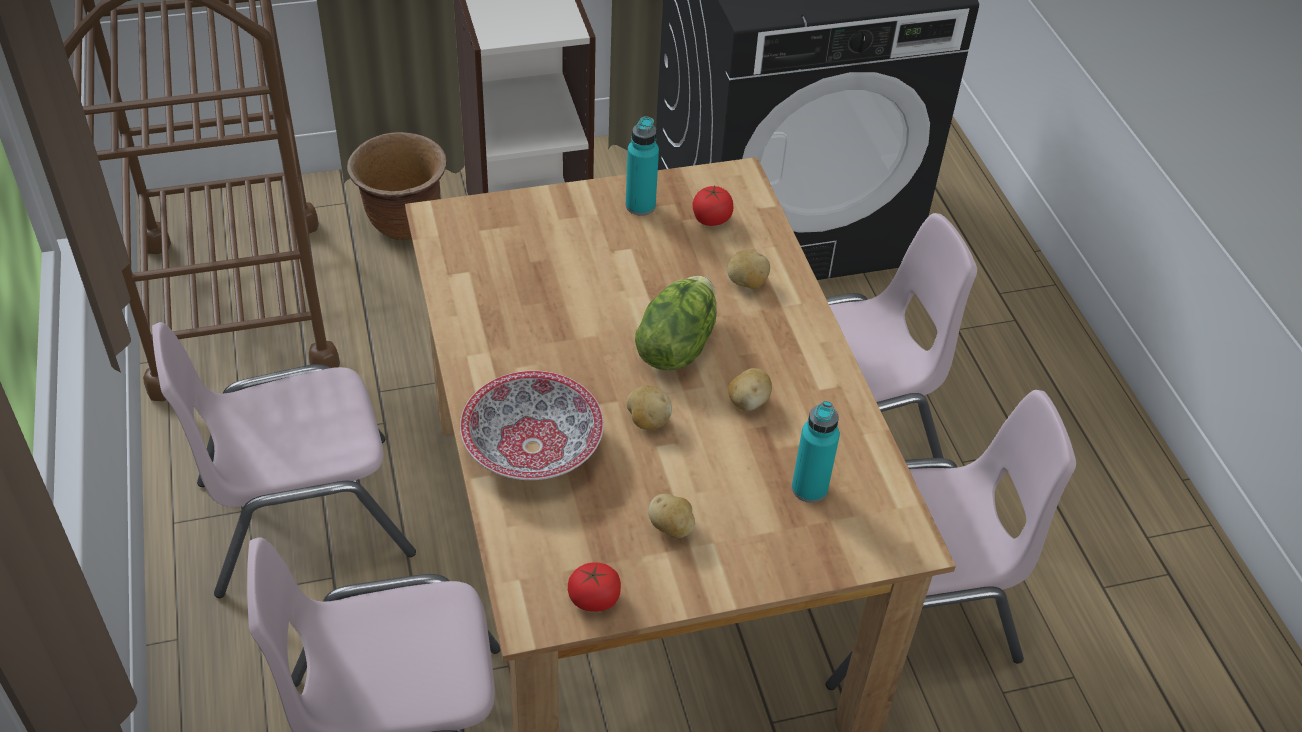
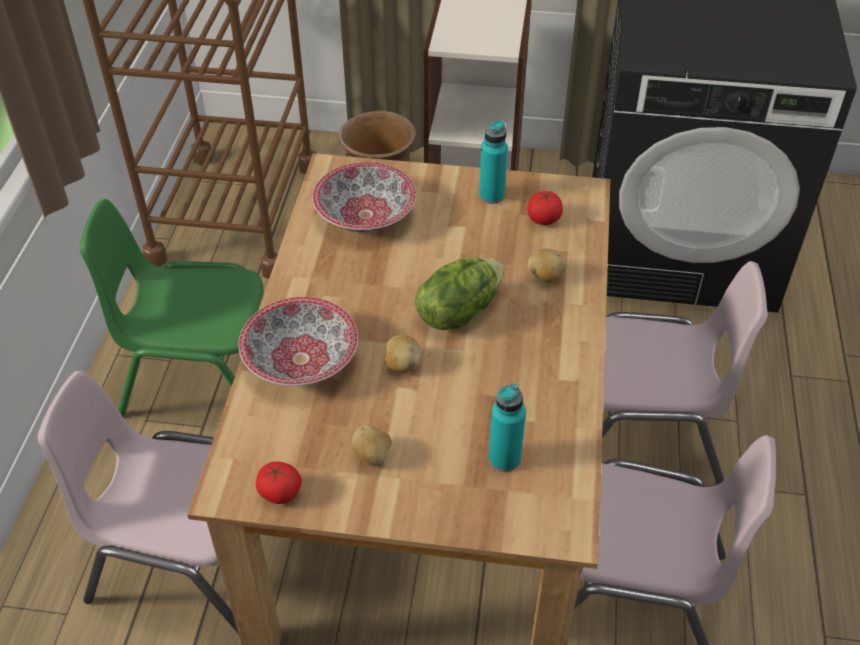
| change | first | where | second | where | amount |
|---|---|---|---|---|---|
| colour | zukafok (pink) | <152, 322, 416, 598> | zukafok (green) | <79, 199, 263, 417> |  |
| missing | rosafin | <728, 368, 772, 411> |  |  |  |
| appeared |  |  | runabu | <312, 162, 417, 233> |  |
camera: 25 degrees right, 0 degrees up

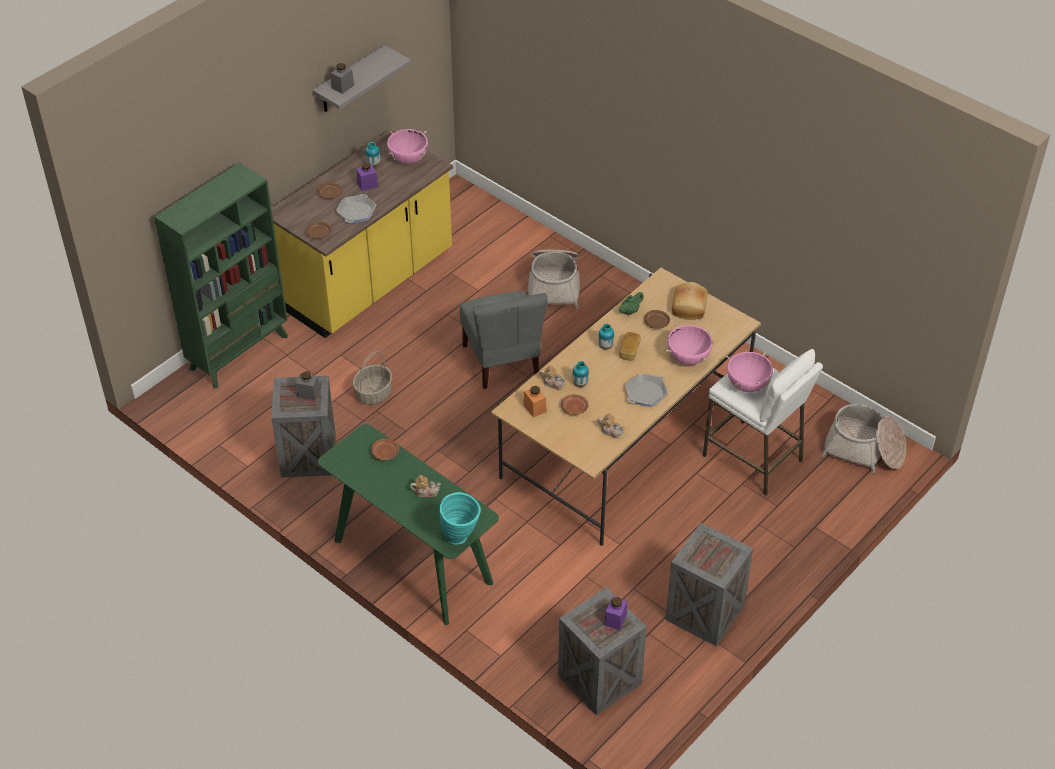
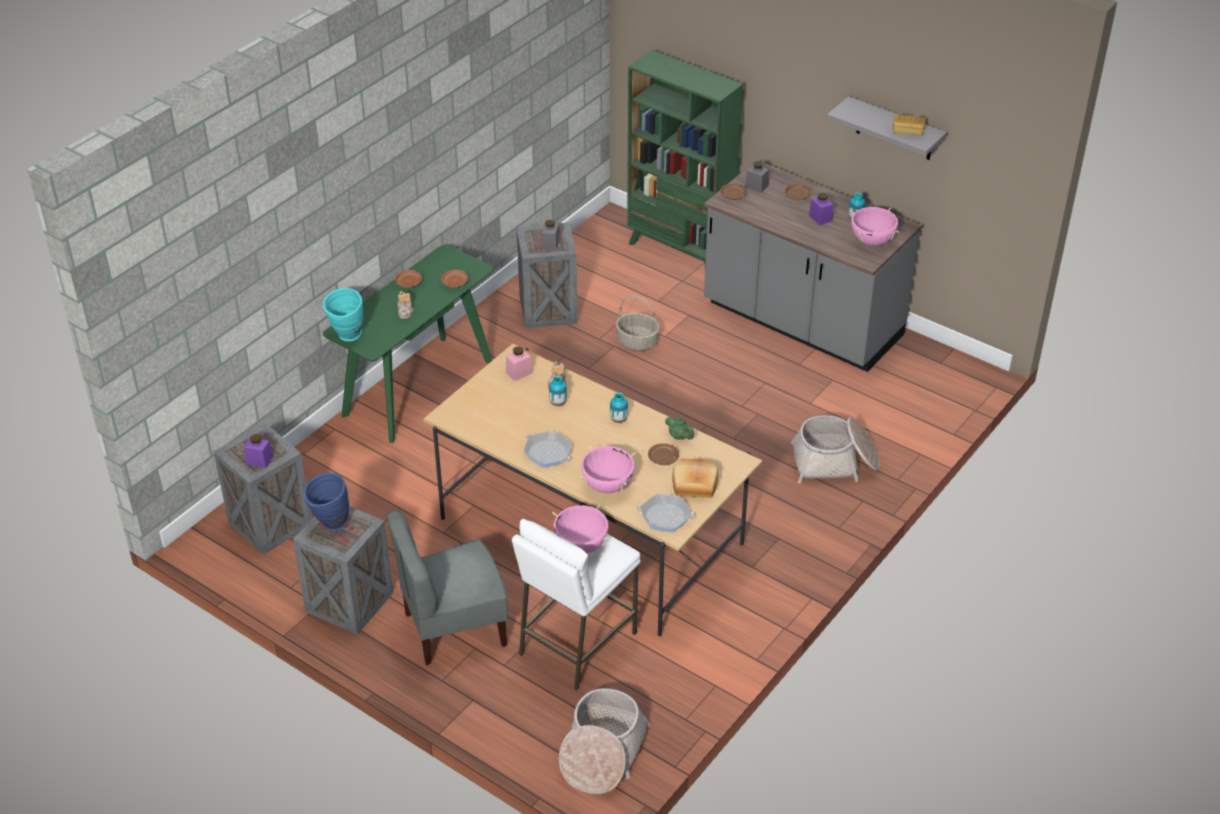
| change | first | where | second | where | amount |
|---|---|---|---|---|---|
| relocated | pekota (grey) | <331, 63, 354, 94> |  | <745, 161, 769, 193> |  |
| colour | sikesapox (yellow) | <271, 129, 453, 338> | sikesapox (grey) | <704, 160, 922, 372> |  |
| relocated | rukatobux | <336, 194, 376, 223> |  | <637, 494, 694, 532> |  |
| relocated | zukafok (grey) | <460, 291, 548, 389> |  | <387, 510, 508, 665> |  |
| relocated | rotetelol | <619, 332, 641, 361> |  | <893, 114, 926, 136> |  |
| colour | pekota (orange) | <523, 386, 547, 418> | pekota (pink) | <506, 346, 533, 381> |  |
| relocated | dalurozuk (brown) | <561, 394, 589, 415> |  | <395, 270, 422, 288> |  |
| missing | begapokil | <597, 413, 625, 438> |  |  |  |
| appeared |  |  | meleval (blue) | <303, 473, 349, 531> |  |
camera: 85 degrees right, 5 degrees down

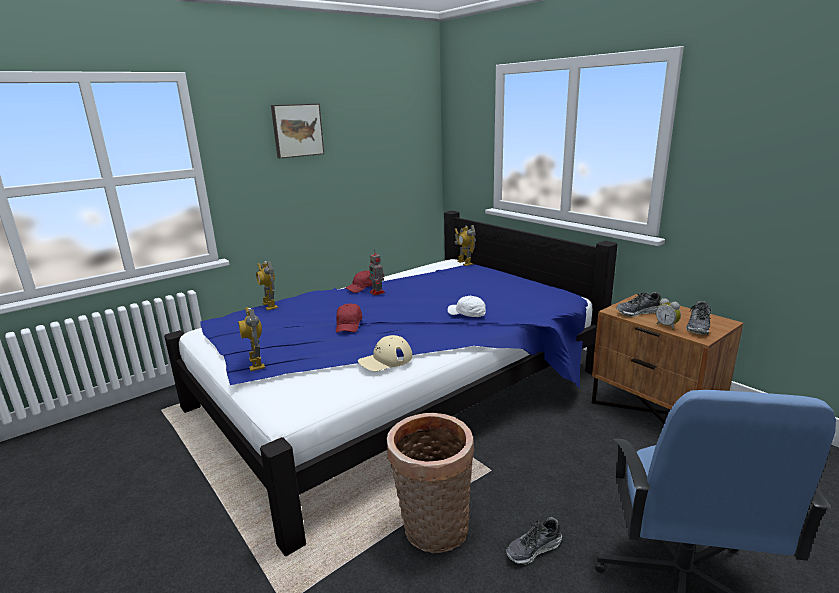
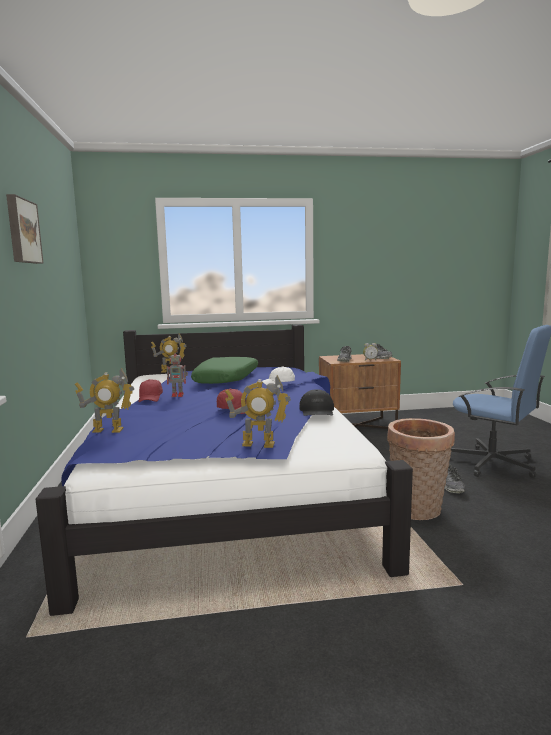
| change | first | where | second | where | amount |
|---|---|---|---|---|---|
| colour | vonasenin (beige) | <358, 335, 412, 371> | vonasenin (black) | <299, 389, 334, 416> |  |
| appeared |  |  | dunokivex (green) | <191, 357, 258, 384> |  |
camera: 60 degrees left, 10 degrees down

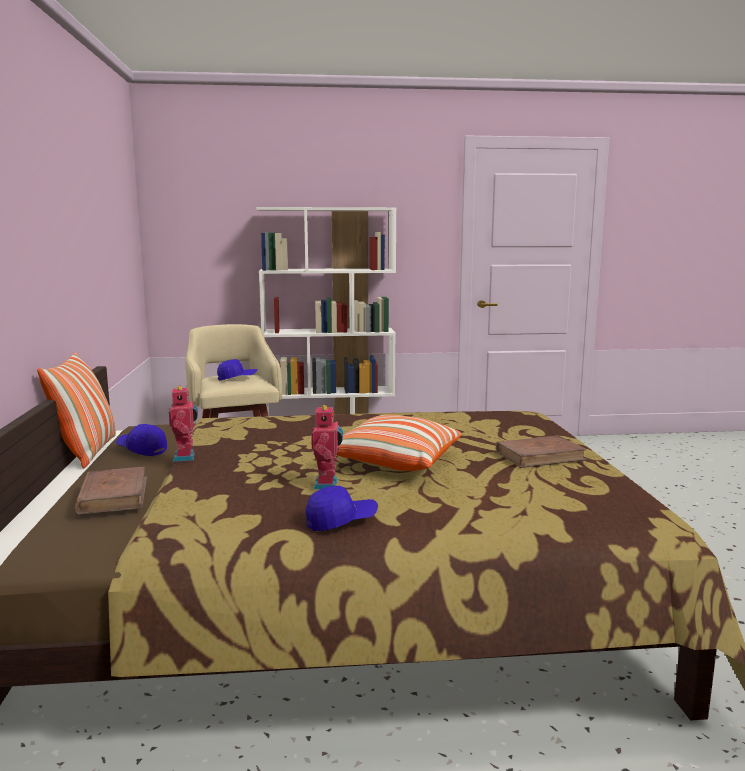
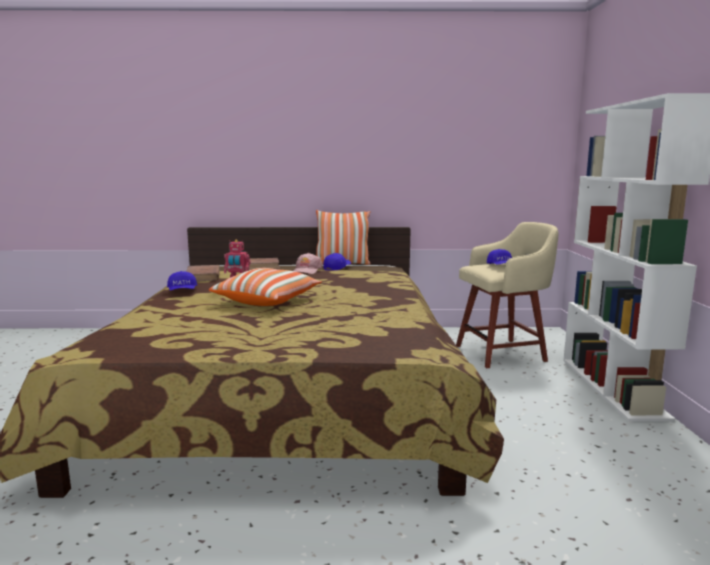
| change | first | where | second | where | amount |
|---|---|---|---|---|---|
| exchanged | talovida | <169, 385, 198, 462> | vonasenin (pink) | <294, 253, 323, 274> |  |
| relocated | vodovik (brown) | <496, 435, 587, 468> |  | <186, 265, 220, 281> |  |
camera: 95 degrees right, 0 degrees up

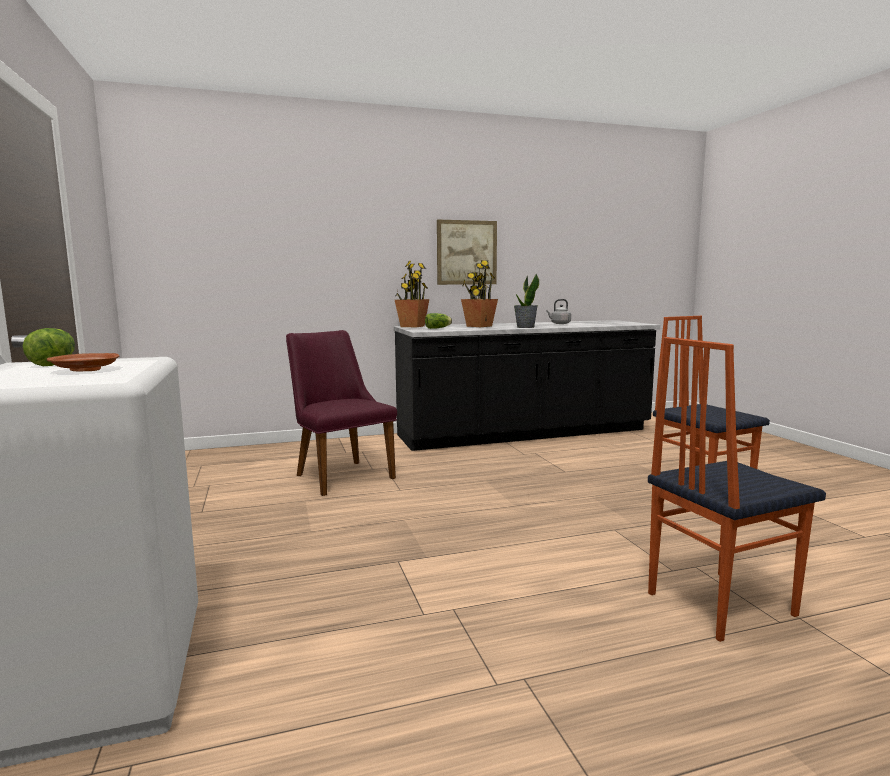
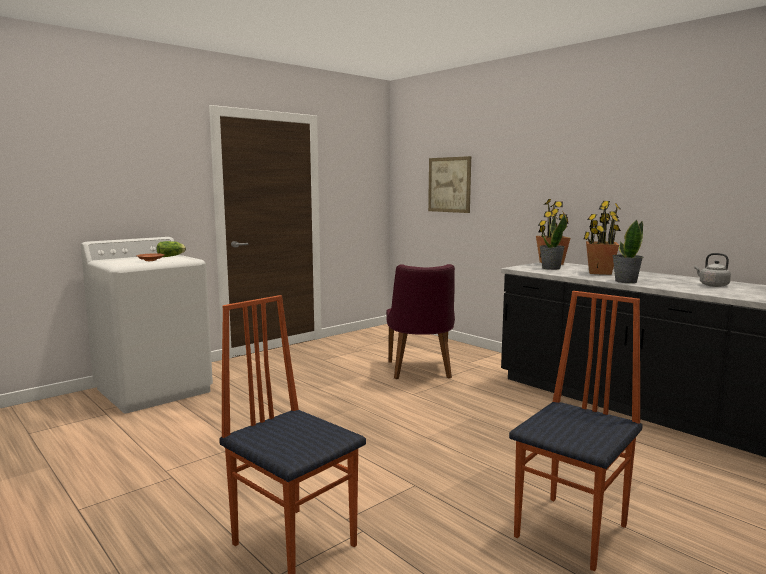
| change | first | where | second | where | amount |
|---|---|---|---|---|---|
| relocated | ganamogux | <437, 219, 497, 285> |  | <428, 156, 471, 213> |  |
| exchanged | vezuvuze | <425, 313, 452, 329> | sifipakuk | <539, 214, 567, 270> |  |
| spun | zukafok (purple) | <286, 330, 397, 496> |  | <386, 264, 455, 379> | 150 degrees clockwise |
camera: 65 degrees right, 0 degrees up

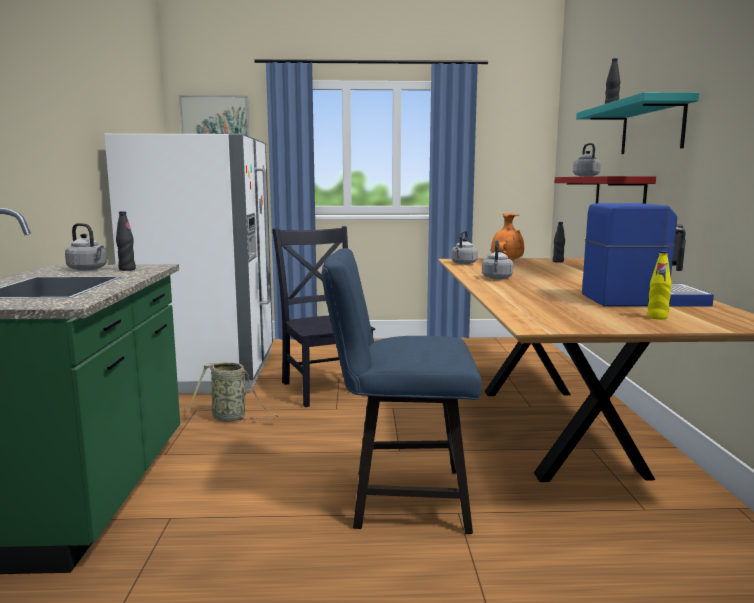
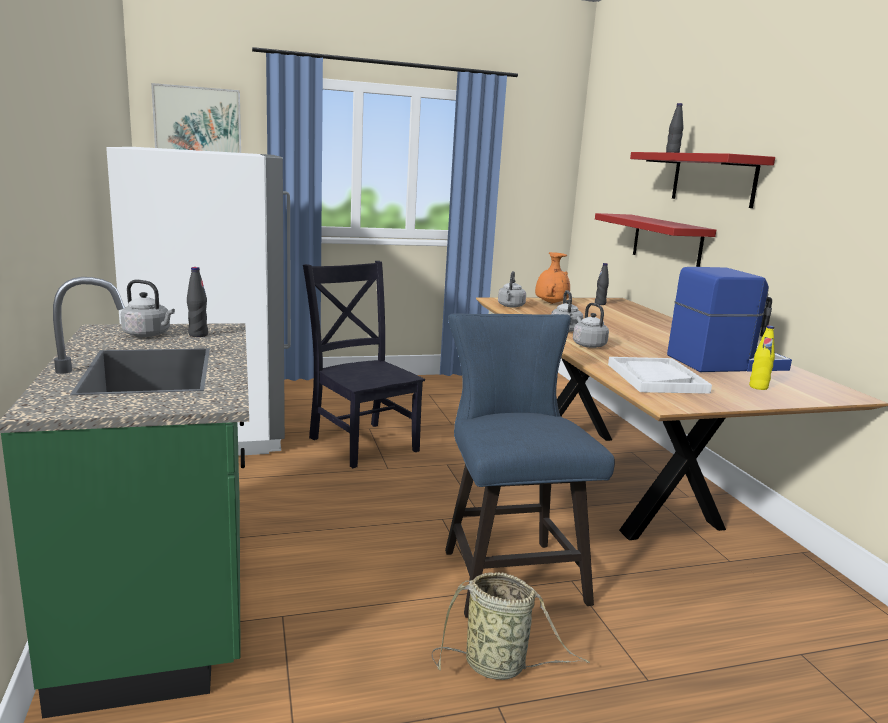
| change | first | where | second | where | amount |
|---|---|---|---|---|---|
| colour | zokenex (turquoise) | <576, 92, 699, 154> | zokenex (red) | <630, 152, 775, 208> |  |
| relocated | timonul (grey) | <573, 143, 601, 177> |  | <573, 303, 609, 348> |  |
| spun | zukafok (blue) | <322, 248, 482, 534> |  | <445, 314, 615, 618> | 90 degrees clockwise |
| relocated | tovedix | <188, 362, 278, 422> |  | <432, 572, 590, 680> |  |
| appeared |  |  | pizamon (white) | <608, 357, 712, 394> |  |
camera: 15 degrees left, 5 degrees up

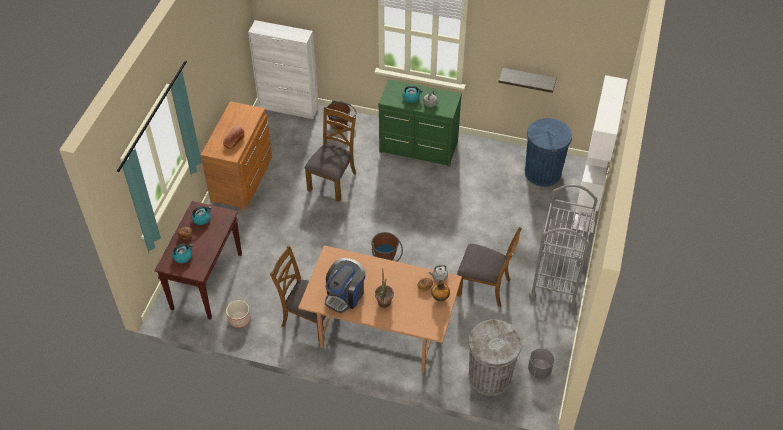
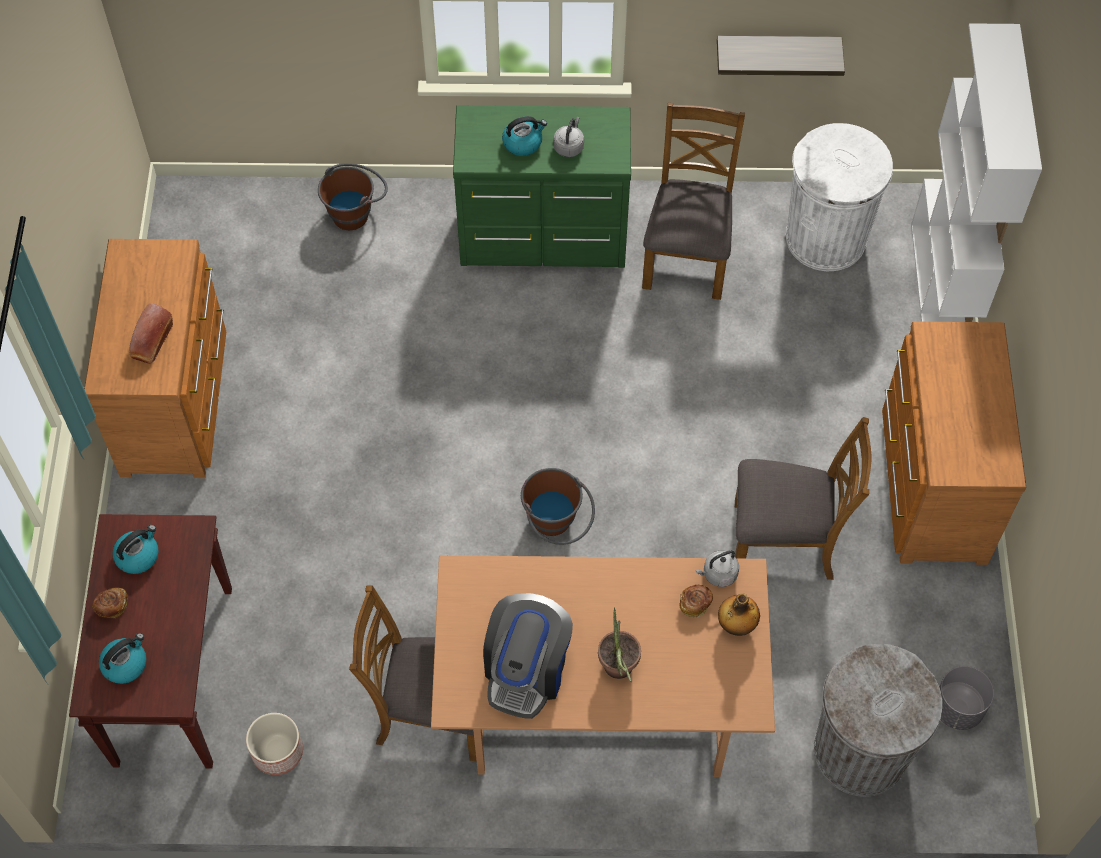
| change | first | where | second | where | amount |
|---|---|---|---|---|---|
| missing | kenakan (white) | <248, 20, 319, 119> |  |  |  |
| relocated | zukafok (brown) | <304, 107, 356, 202> |  | <642, 103, 745, 300> |  |
| colour | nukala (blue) | <525, 118, 572, 186> | nukala (white) | <786, 123, 893, 271> |  |
| exchanged | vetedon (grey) | <529, 184, 597, 308> | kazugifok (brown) | <882, 321, 1026, 565> |  |
camera: 15 degrees left, 10 degrees up

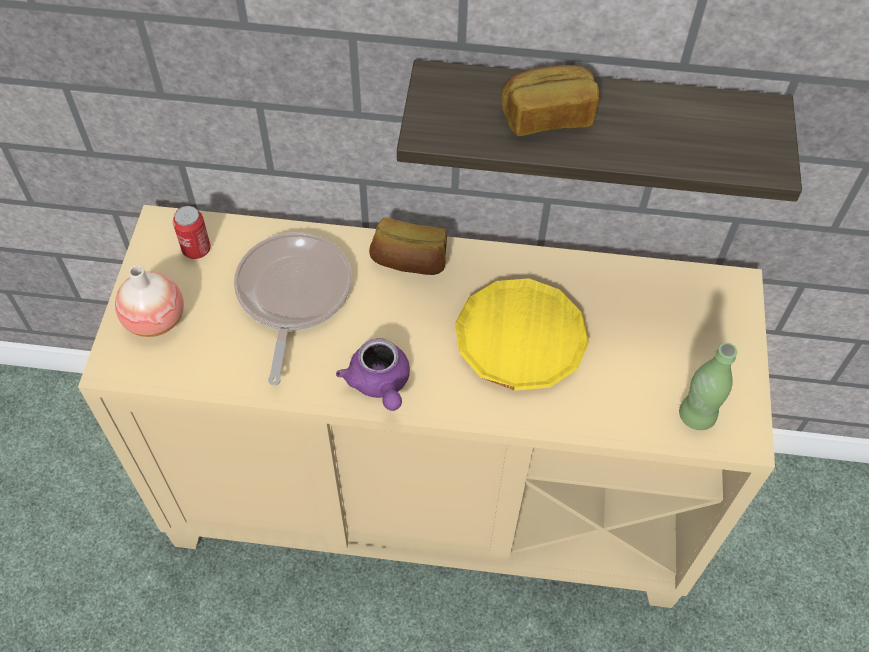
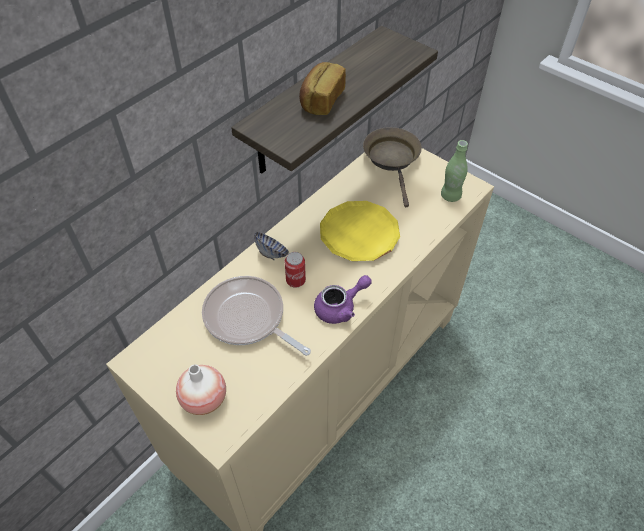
| change | first | where | second | where | amount |
|---|---|---|---|---|---|
| relocated | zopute | <173, 206, 211, 259> |  | <285, 252, 306, 288> |  |
| exchanged | rotetelol | <369, 218, 447, 275> | runabu | <254, 232, 289, 261> |  |
| spun | begapokil (purple) | <336, 338, 410, 411> |  | <314, 275, 371, 324> | 45 degrees counterclockwise |
| appeared |  |  | rukatobux (brown) | <363, 127, 422, 207> |  |
camera: 55 degrees left, 5 degrees down

